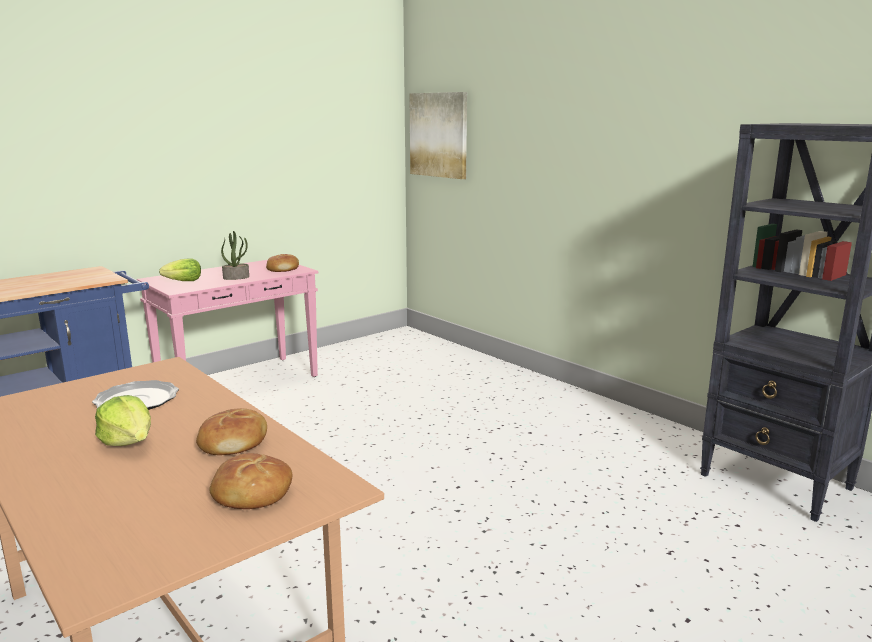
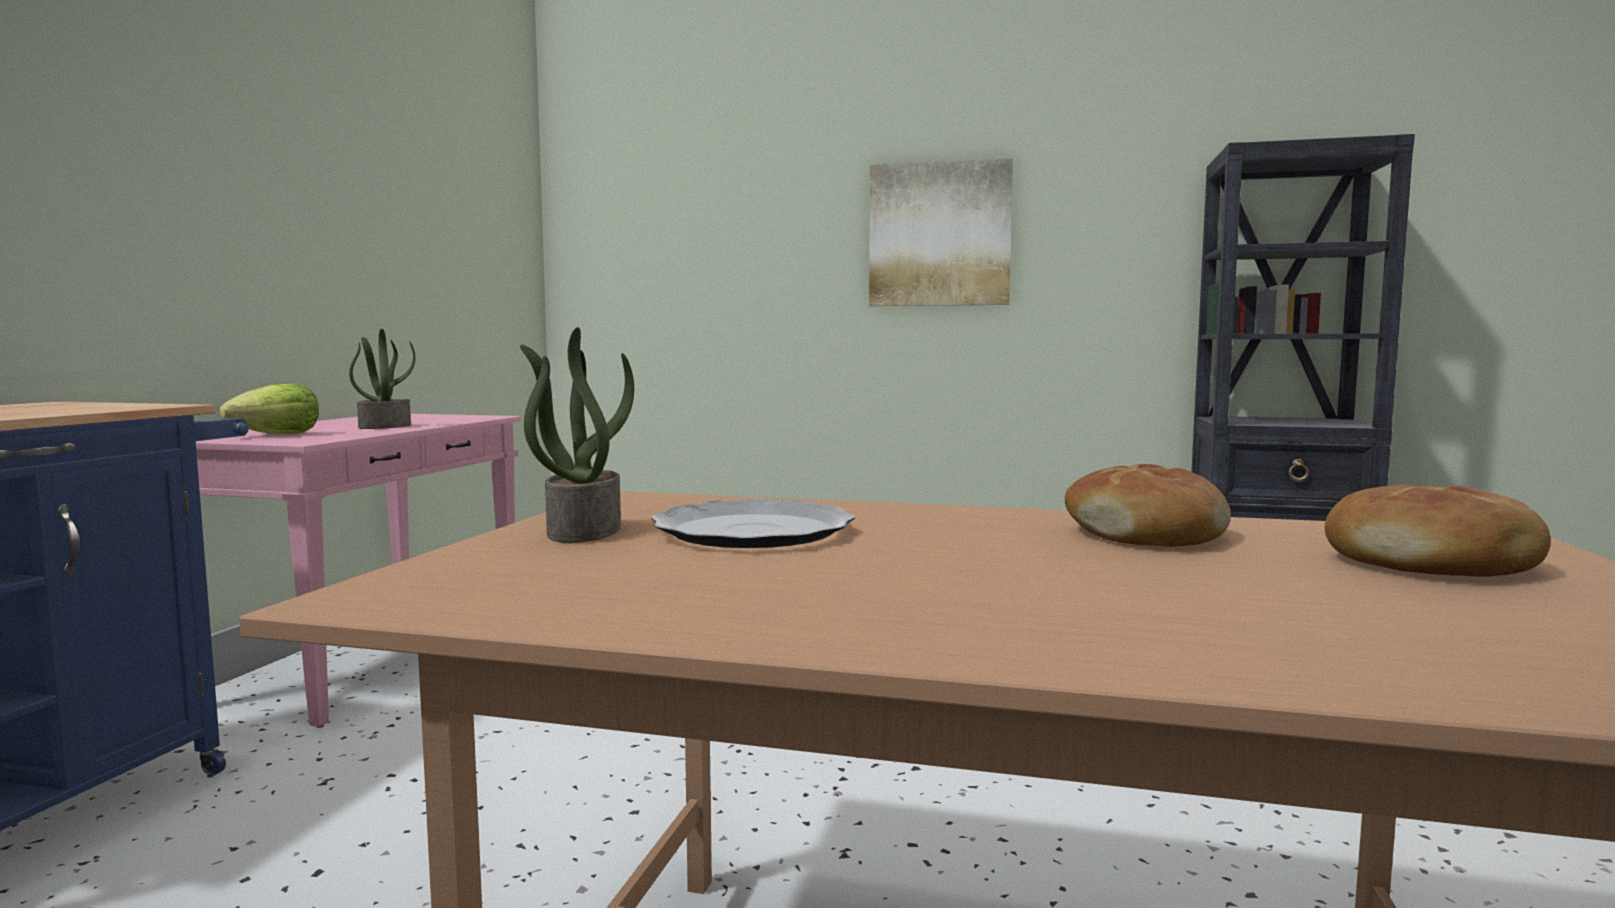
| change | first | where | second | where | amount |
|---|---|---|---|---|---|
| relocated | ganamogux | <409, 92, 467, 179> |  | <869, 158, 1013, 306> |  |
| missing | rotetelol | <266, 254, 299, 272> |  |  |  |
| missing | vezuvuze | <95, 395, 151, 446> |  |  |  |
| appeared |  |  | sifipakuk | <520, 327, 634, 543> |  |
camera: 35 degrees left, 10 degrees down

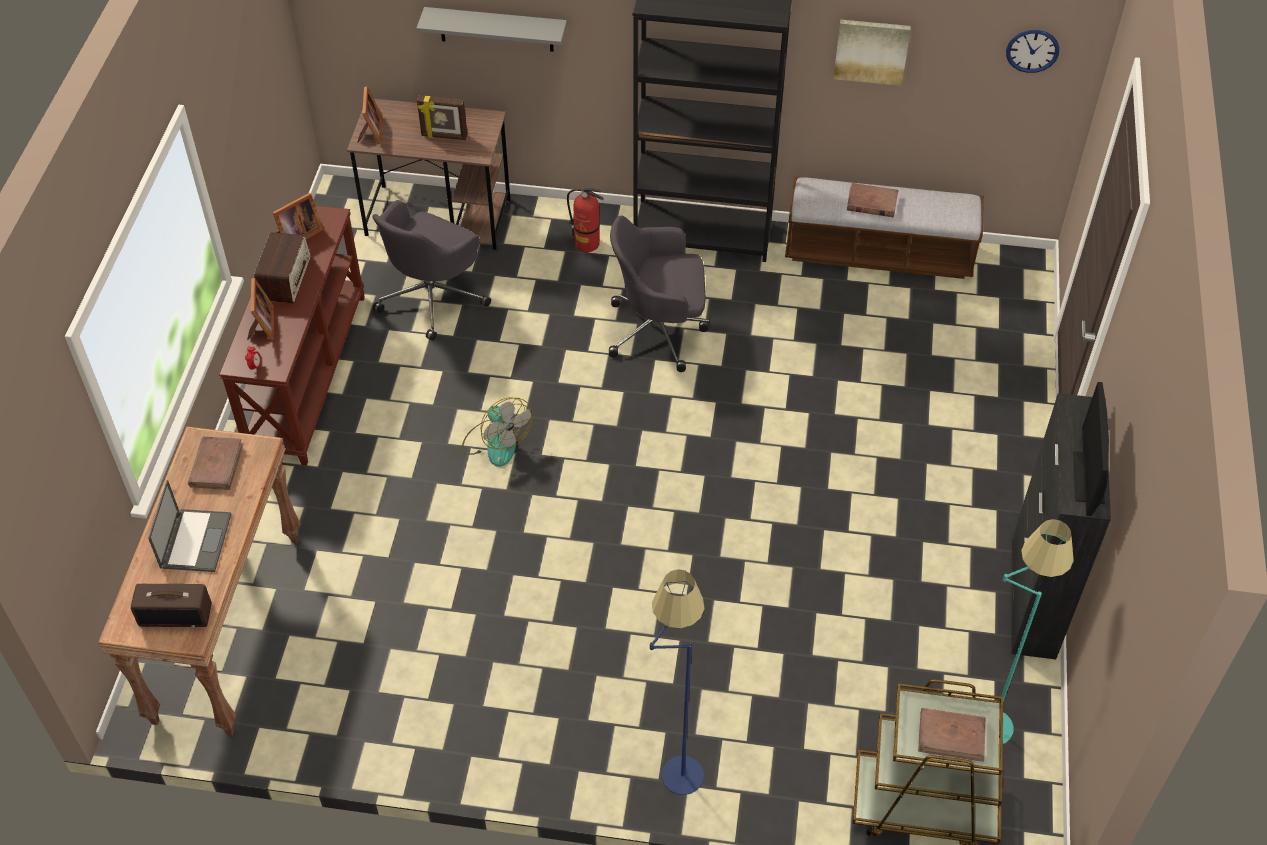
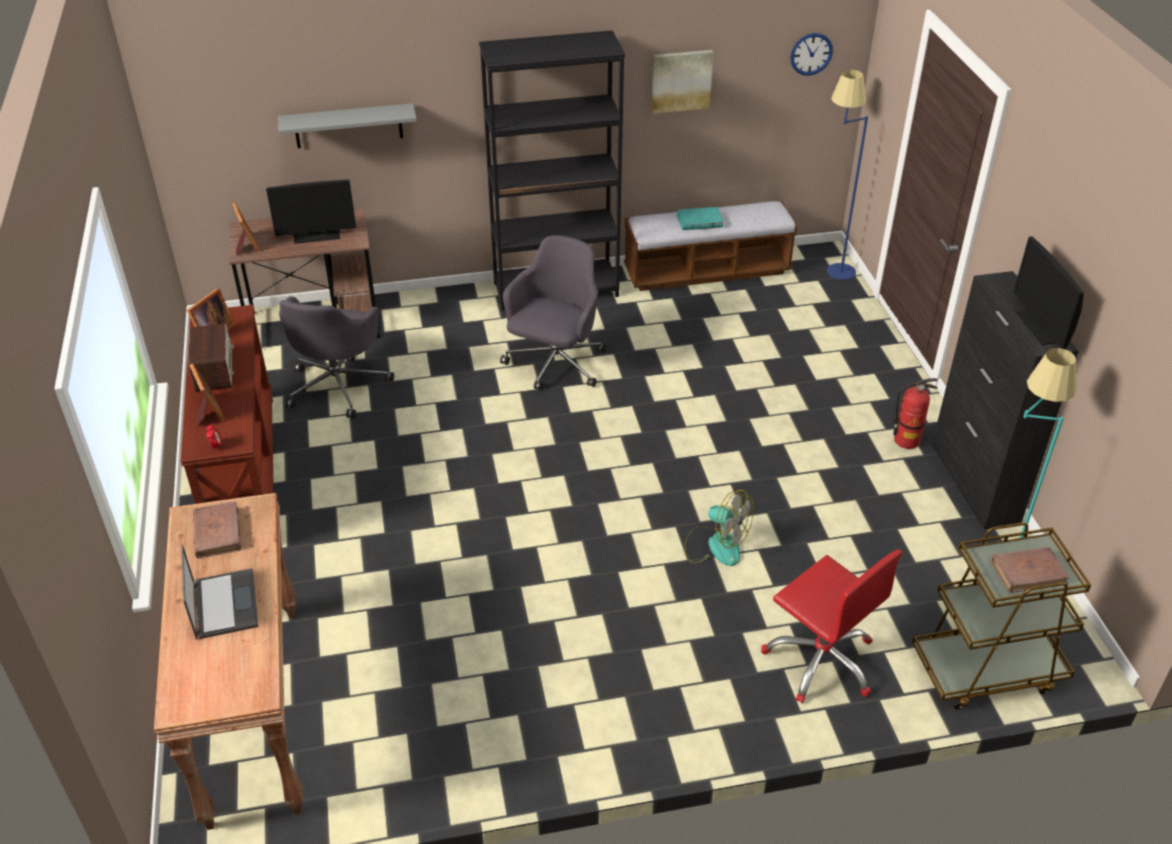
| change | first | where | second | where | amount |
|---|---|---|---|---|---|
| exchanged | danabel | <417, 95, 467, 140> | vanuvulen | <266, 179, 356, 244> |  |
| colour | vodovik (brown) | <847, 183, 899, 218> | vodovik (turquoise) | <676, 207, 723, 230> |  |
| relocated | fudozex | <567, 188, 604, 252> |  | <893, 378, 938, 449> |  |
| spun | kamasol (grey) | <609, 216, 709, 372> |  | <500, 235, 606, 390> | 135 degrees clockwise |
| relocated | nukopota | <462, 398, 532, 467> |  | <684, 489, 754, 566> |  |
| relocated | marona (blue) | <650, 569, 705, 795> |  | <827, 70, 868, 280> |  |
| missing | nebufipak | <131, 584, 212, 628> |  |  |  |
| appeared |  |  | kamasol (red) | <761, 549, 902, 703> |  |
camera: 20 degrees left, 10 degrees down

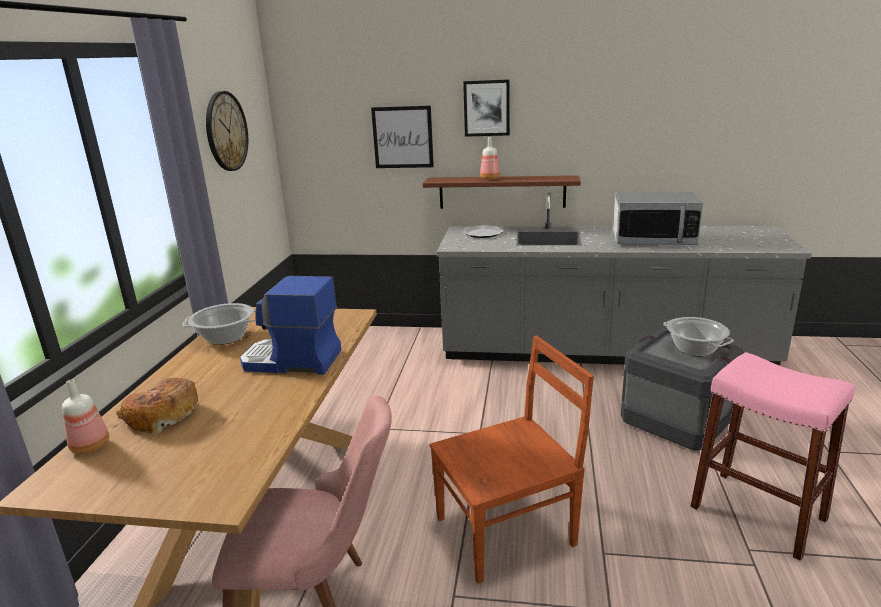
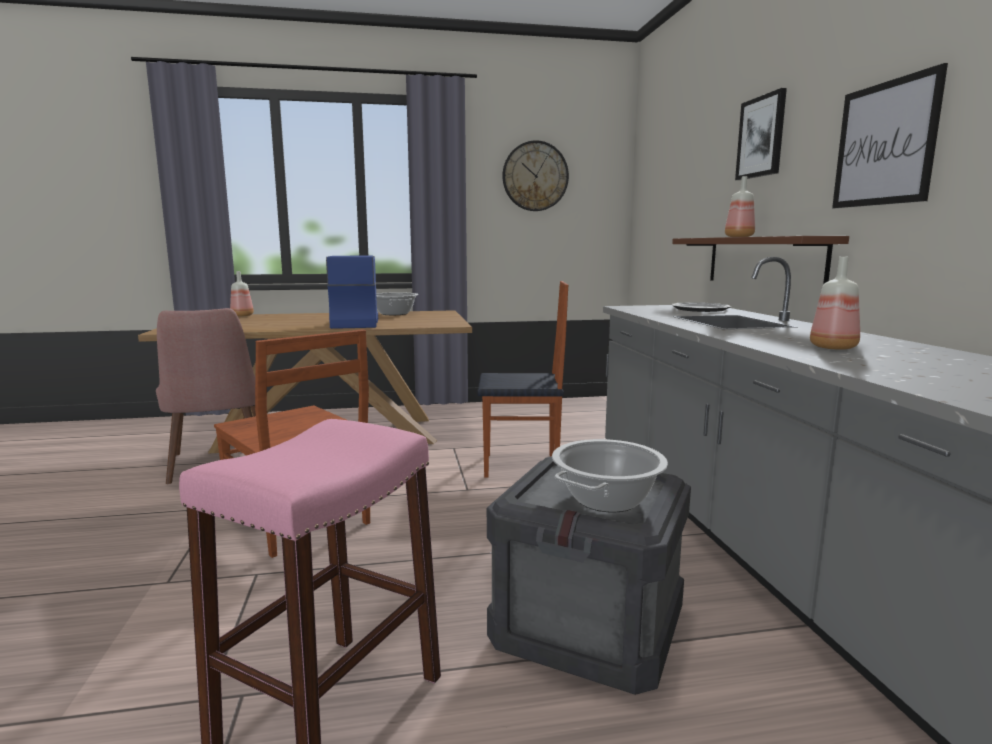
| change | first | where | second | where | amount |
|---|---|---|---|---|---|
| relocated | ganamogux | <371, 106, 434, 168> |  | <832, 63, 948, 208> |  |
| exchanged | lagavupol | <613, 191, 703, 245> | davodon | <810, 257, 860, 350> |  |
| missing | rotetelol | <116, 378, 198, 434> |  |  |  |
| appeared |  |  | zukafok | <477, 281, 568, 478> |  |
camera: 70 degrees right, 10 degrees down

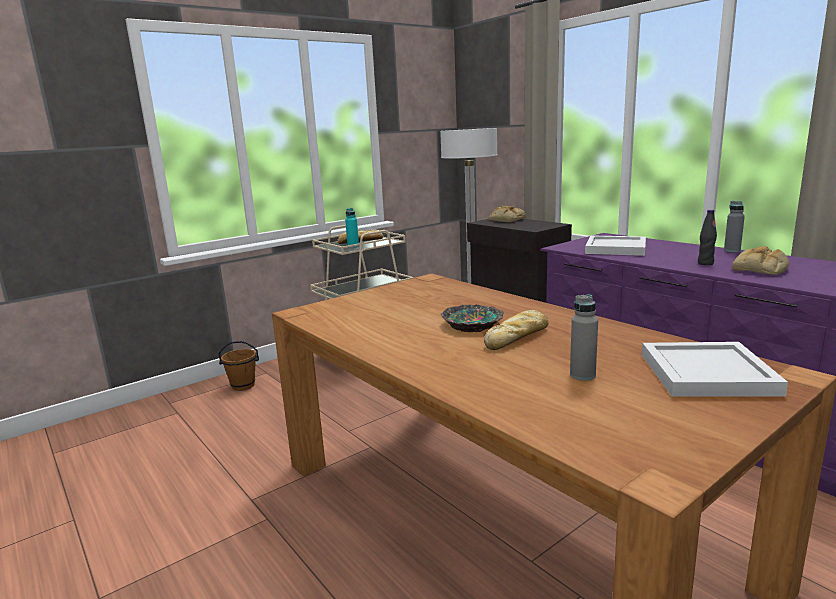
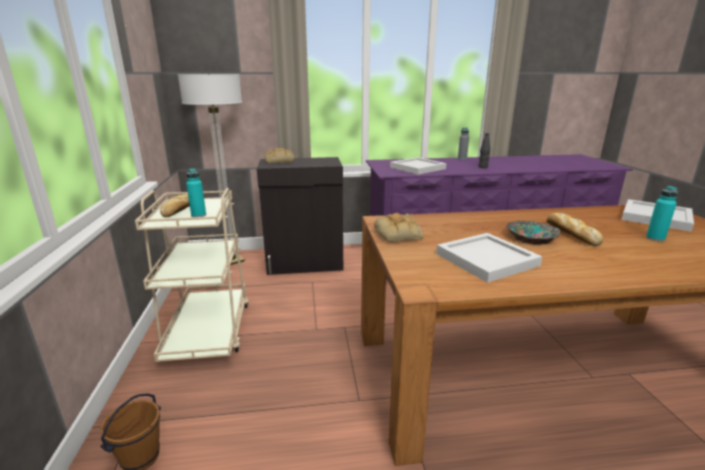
| change | first | where | second | where | amount |
|---|---|---|---|---|---|
| relocated | rotetelol | <732, 246, 790, 275> |  | <374, 213, 423, 242> |  |
| colour | davodon (grey) | <570, 294, 598, 381> | davodon (turquoise) | <646, 186, 678, 241> |  |
| appeared |  |  | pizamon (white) | <436, 233, 542, 283> |  |
camera: 60 degrees left, 5 degrees up

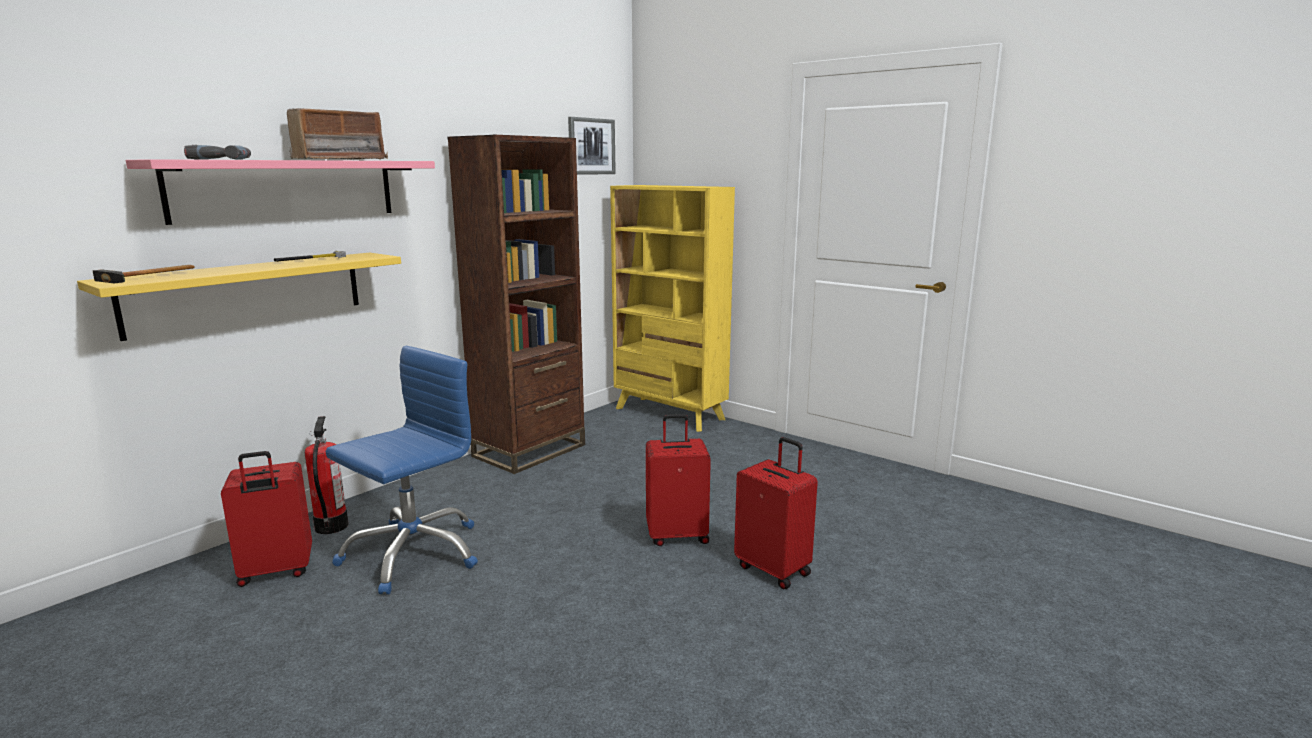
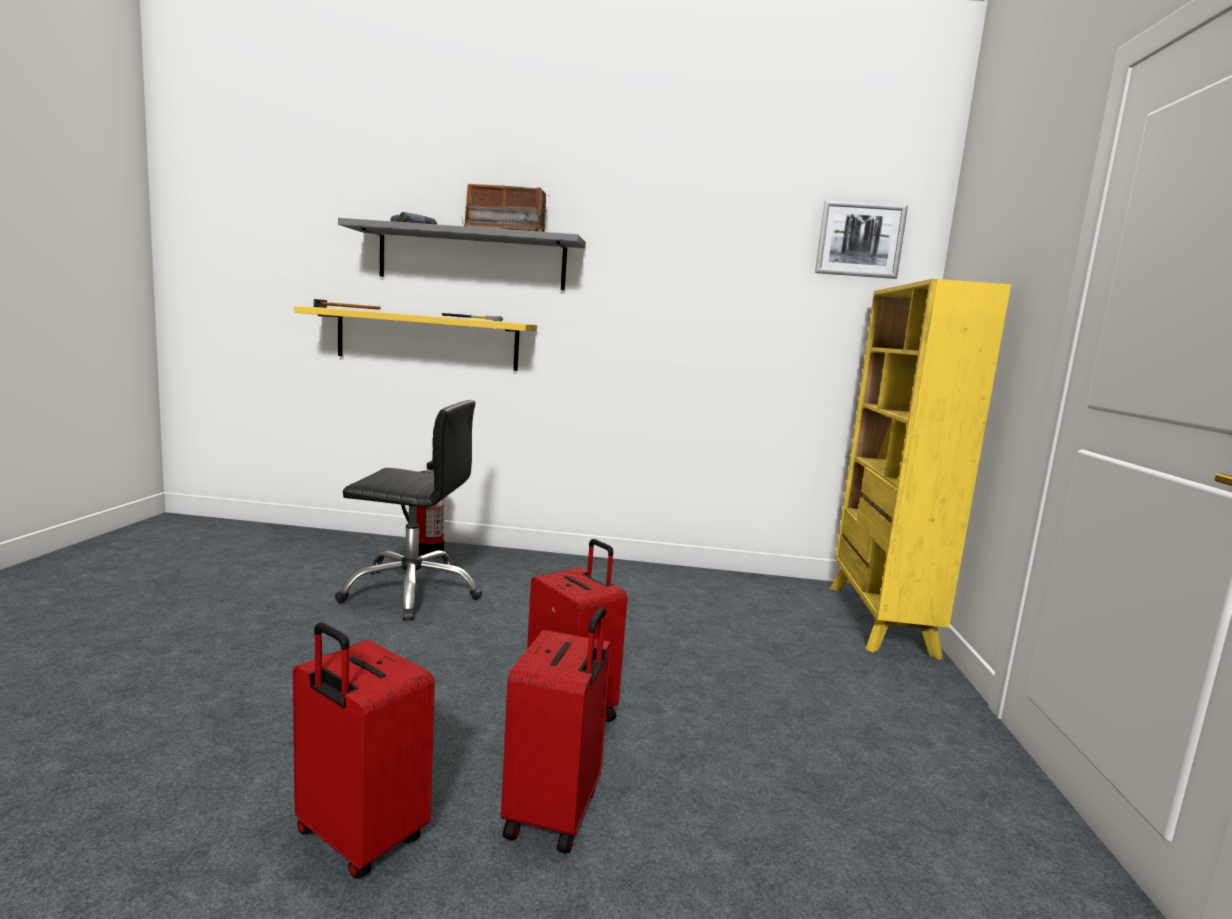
| change | first | where | second | where | amount |
|---|---|---|---|---|---|
| missing | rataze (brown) | <447, 135, 585, 474> |  |  |  |
| colour | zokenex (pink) | <126, 159, 435, 225> | zokenex (grey) | <338, 218, 586, 290> |  |
| colour | kamasol (blue) | <325, 346, 478, 594> | kamasol (black) | <335, 400, 482, 621> |  |
| relocated | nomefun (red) | <221, 451, 312, 587> |  | <293, 623, 435, 878> |  |
camera: 55 degrees right, 5 degrees down

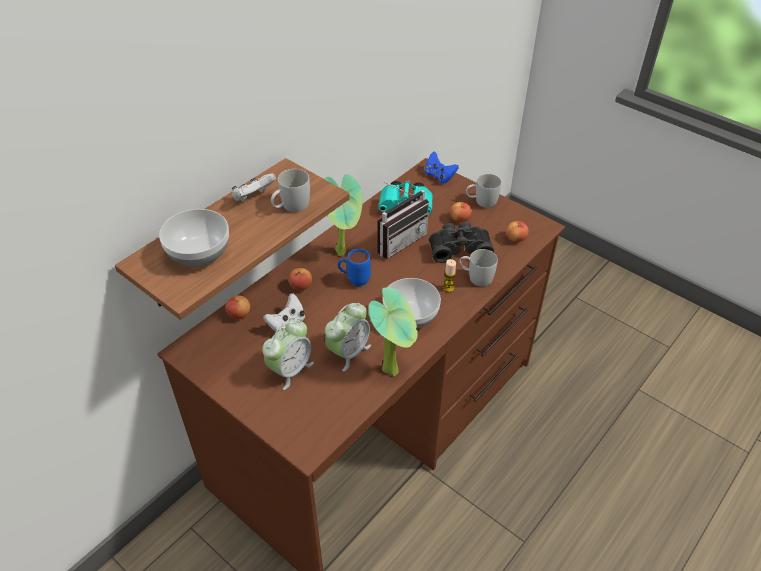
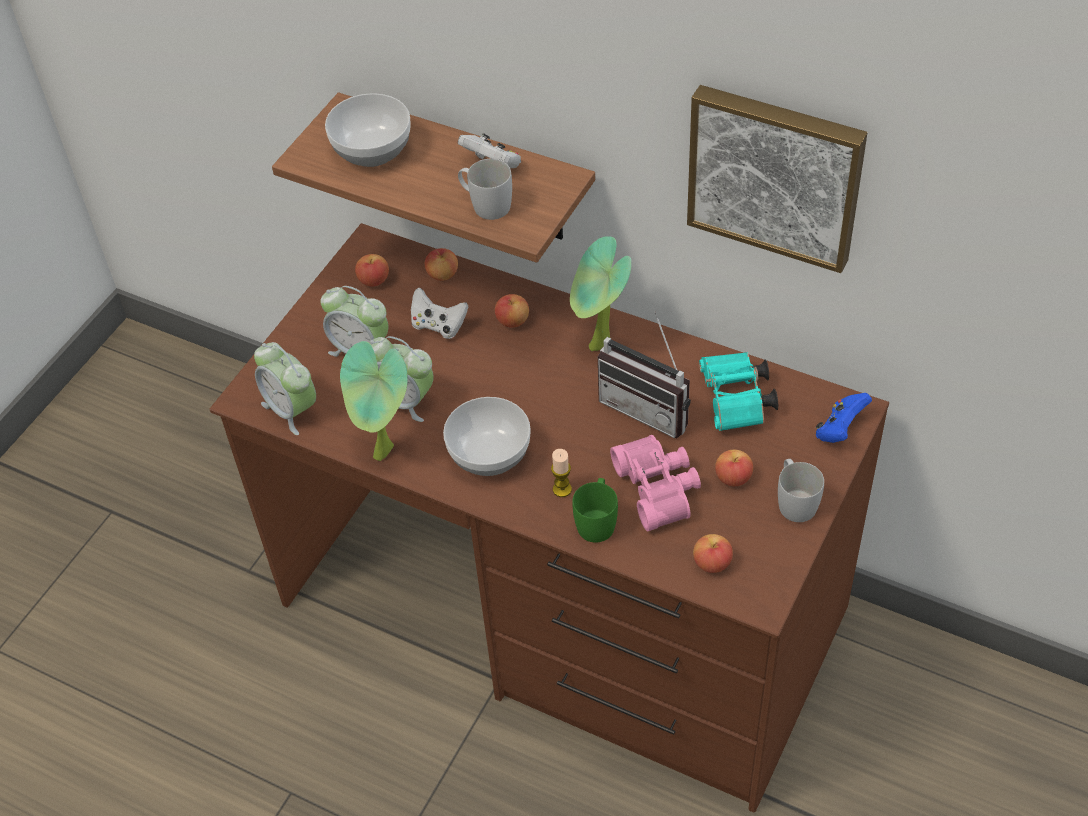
| change | first | where | second | where | amount |
|---|---|---|---|---|---|
| colour | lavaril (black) | <429, 222, 494, 263> | lavaril (pink) | <610, 435, 701, 531> |  |
| missing | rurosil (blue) | <338, 249, 371, 286> |  |  |  |
| colour | rurosil (white) | <459, 249, 498, 286> | rurosil (green) | <572, 478, 618, 543> |  |
| appeared |  |  | ganamogux | <687, 85, 868, 273> |  |
| appeared |  |  | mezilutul | <355, 254, 389, 286> |  |
| appeared |  |  | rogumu | <254, 342, 316, 435> |  |
camera: 80 degrees right, 5 degrees up

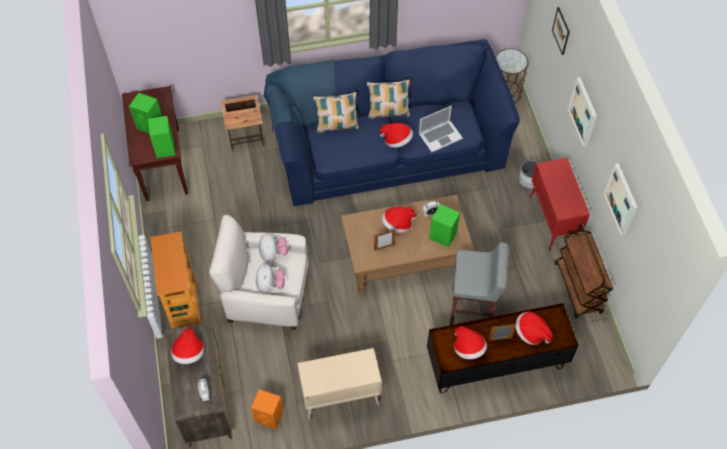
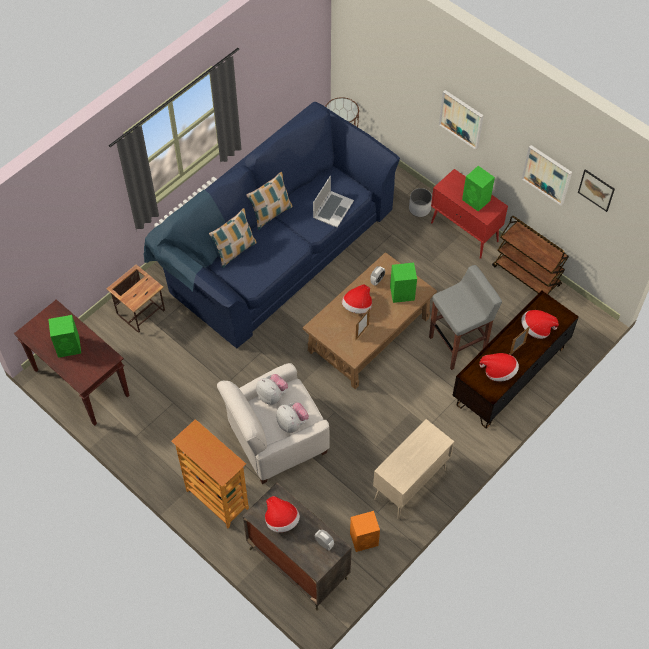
| change | first | where | second | where | amount |
|---|---|---|---|---|---|
| relocated | ganamogux | <552, 7, 570, 55> |  | <578, 169, 615, 212> |  |
| relocated | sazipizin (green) | <148, 116, 175, 158> |  | <462, 166, 495, 211> |  |
| missing | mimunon | <379, 123, 413, 148> |  |  |  |
camera: 35 degrees left, 0 degrees up

